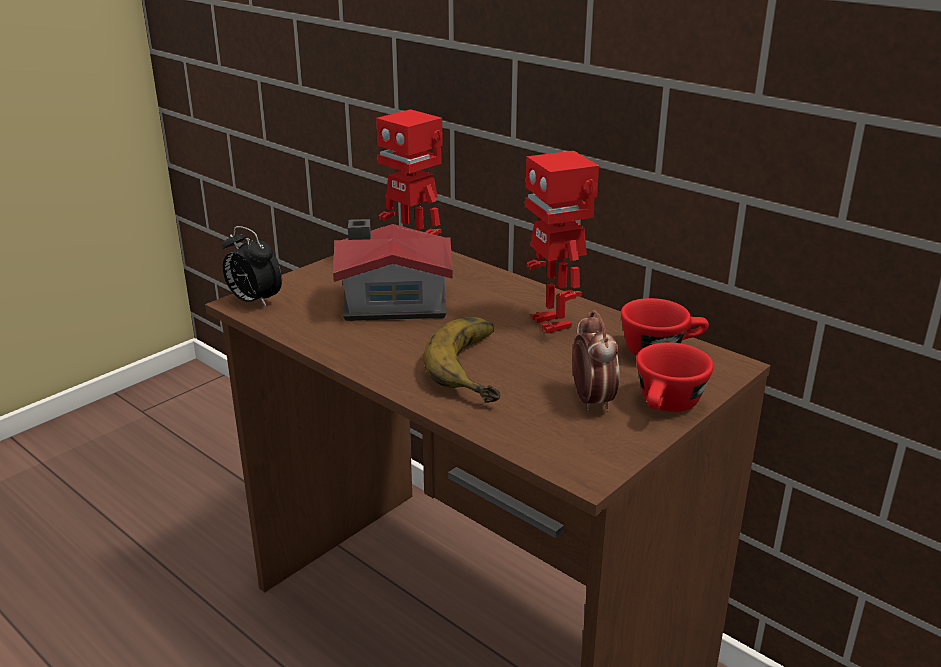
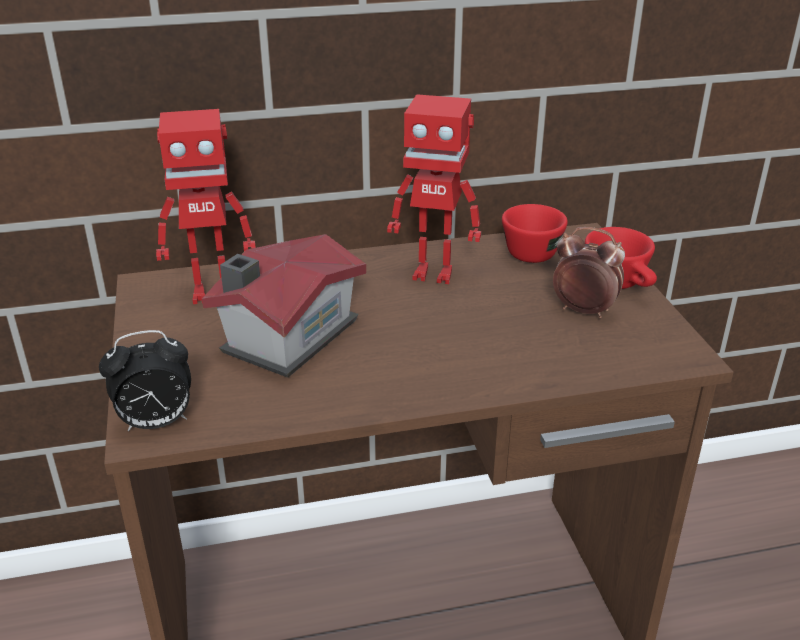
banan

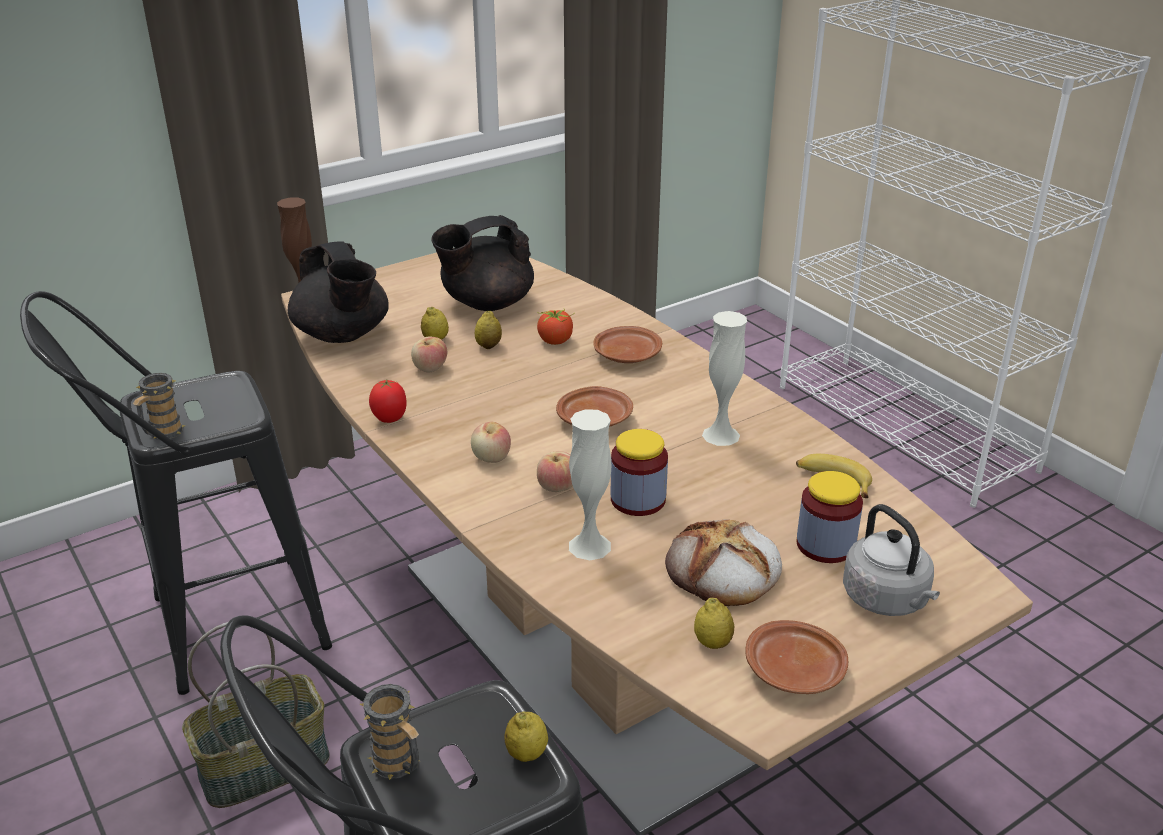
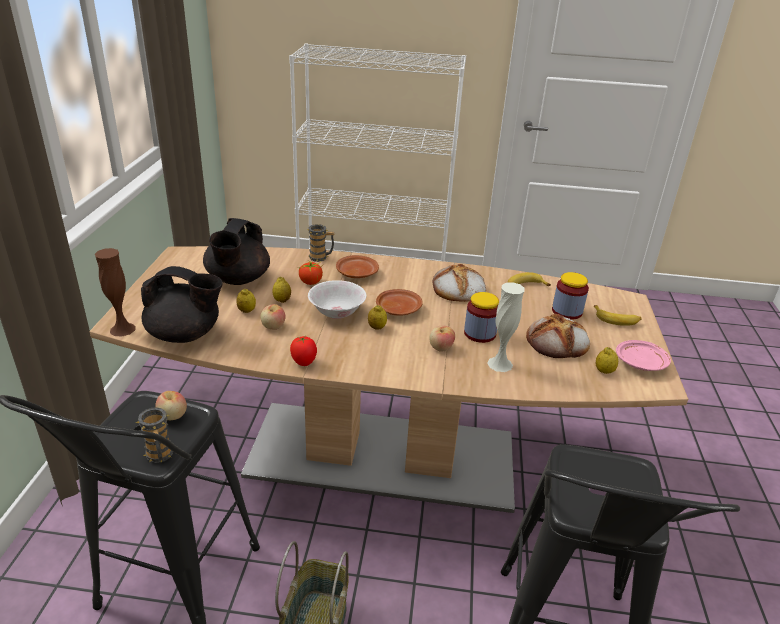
miska [biały]; kubek (2nd from left); jabłko (1st from left); cytryna (3rd from left); chleb (1st from left); banan (2nd from left); talerz [różowy]

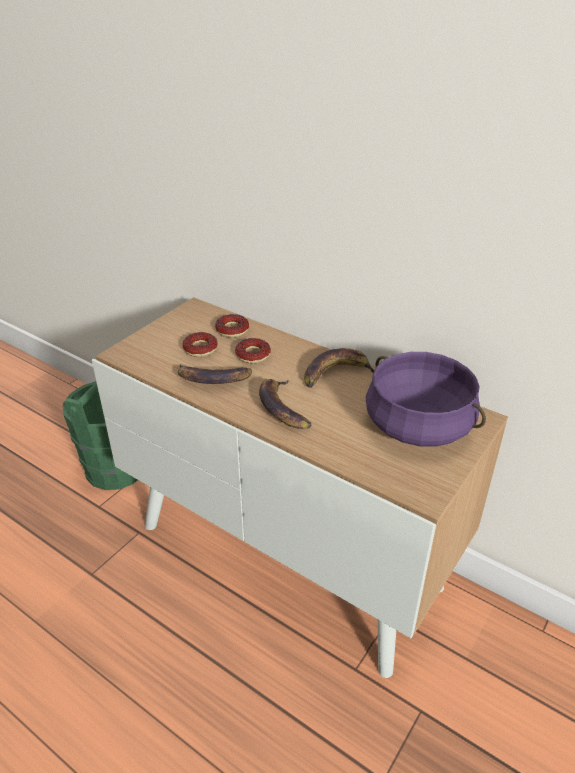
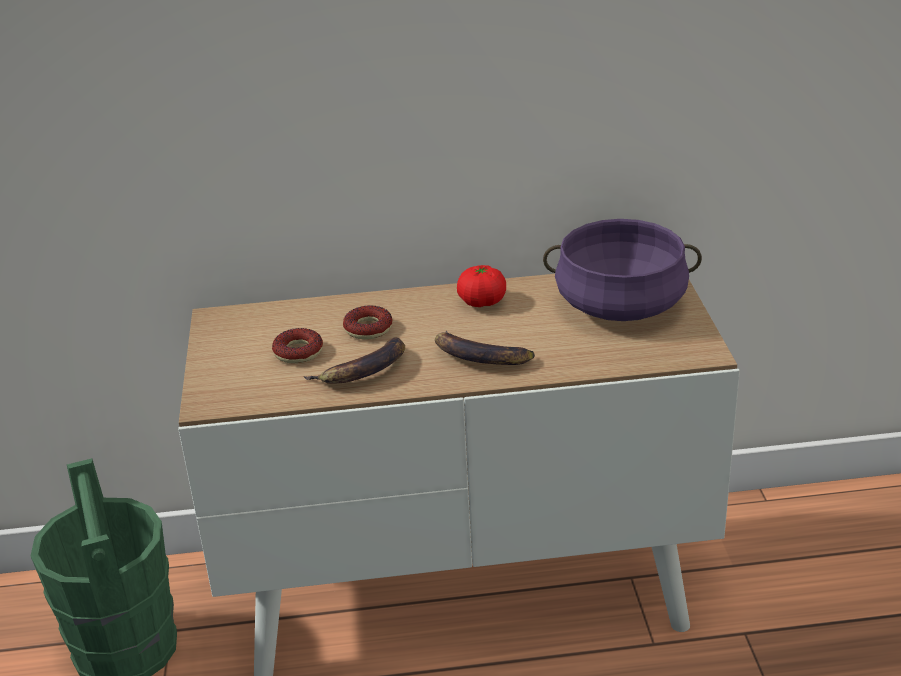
donut (2nd from left in the first image); pomidor

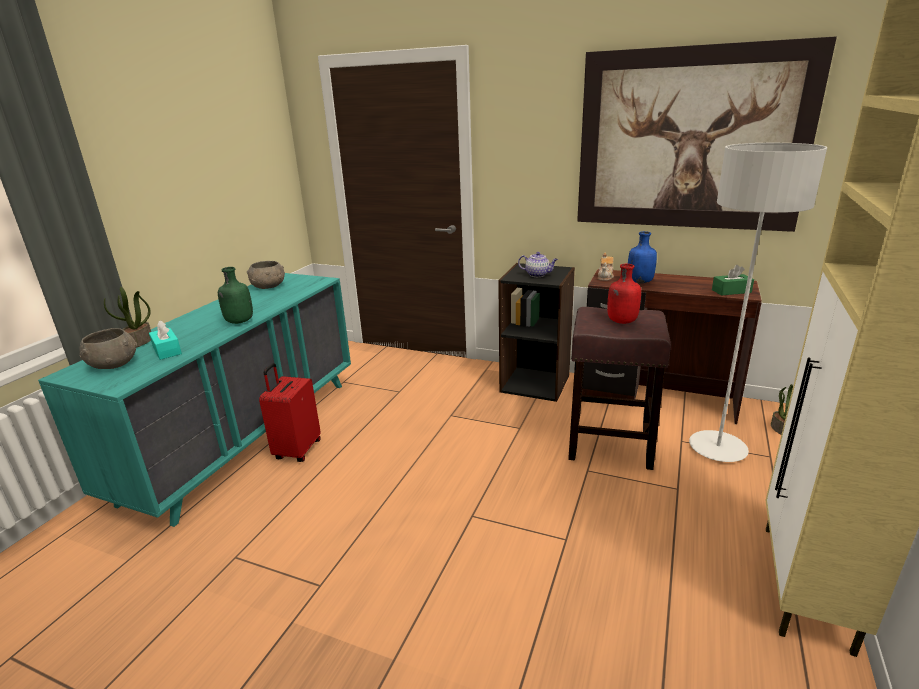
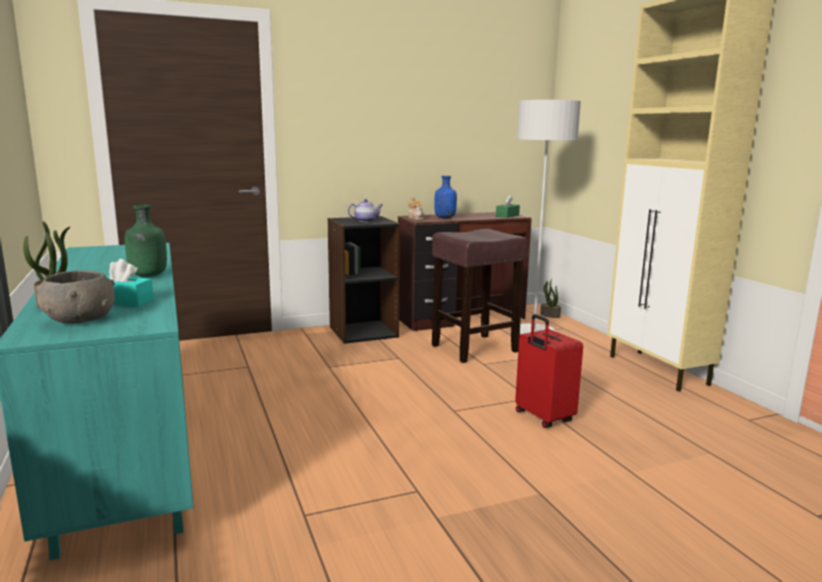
miska [szary] (2nd from left in the first image); obraz; butelka [czerwony]; walizka [czerwony]

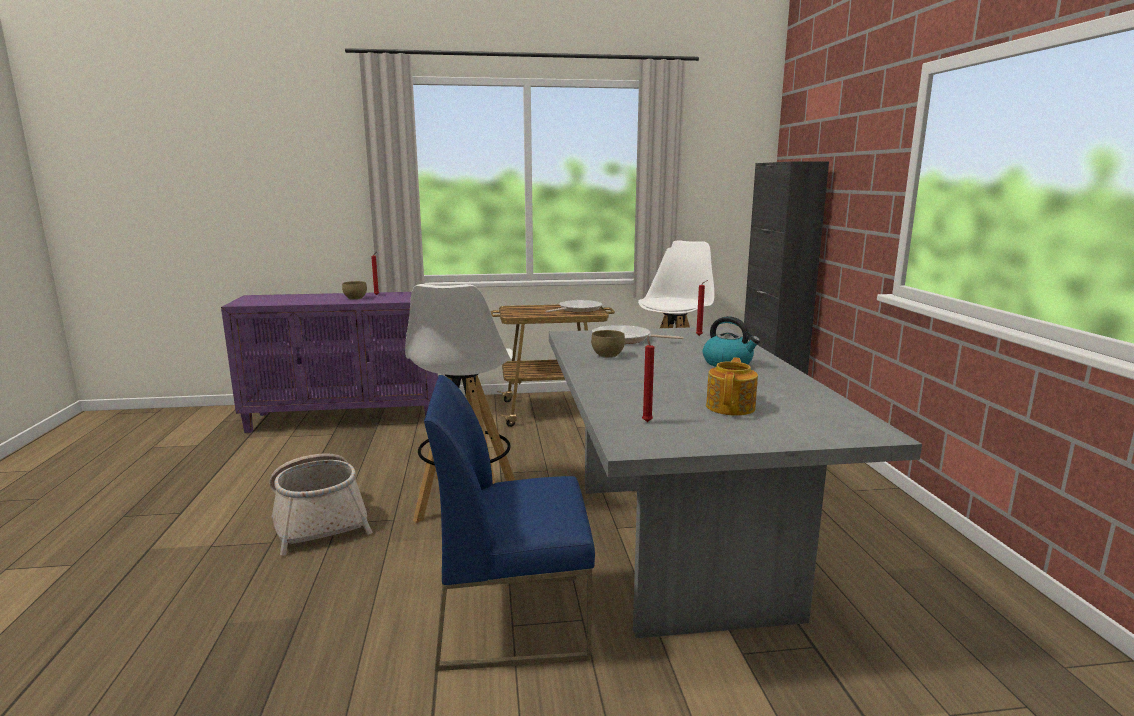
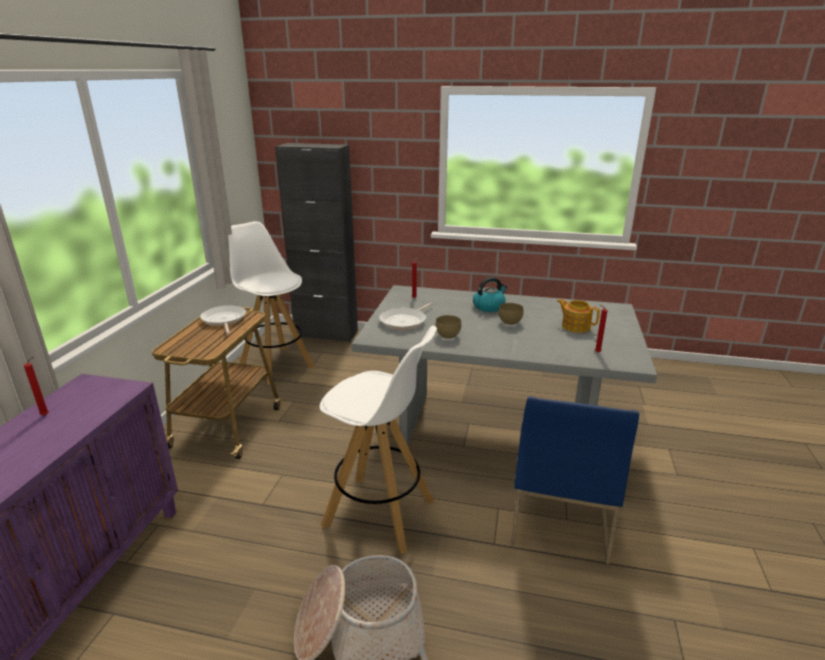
miska [brązowy] (2nd from left)

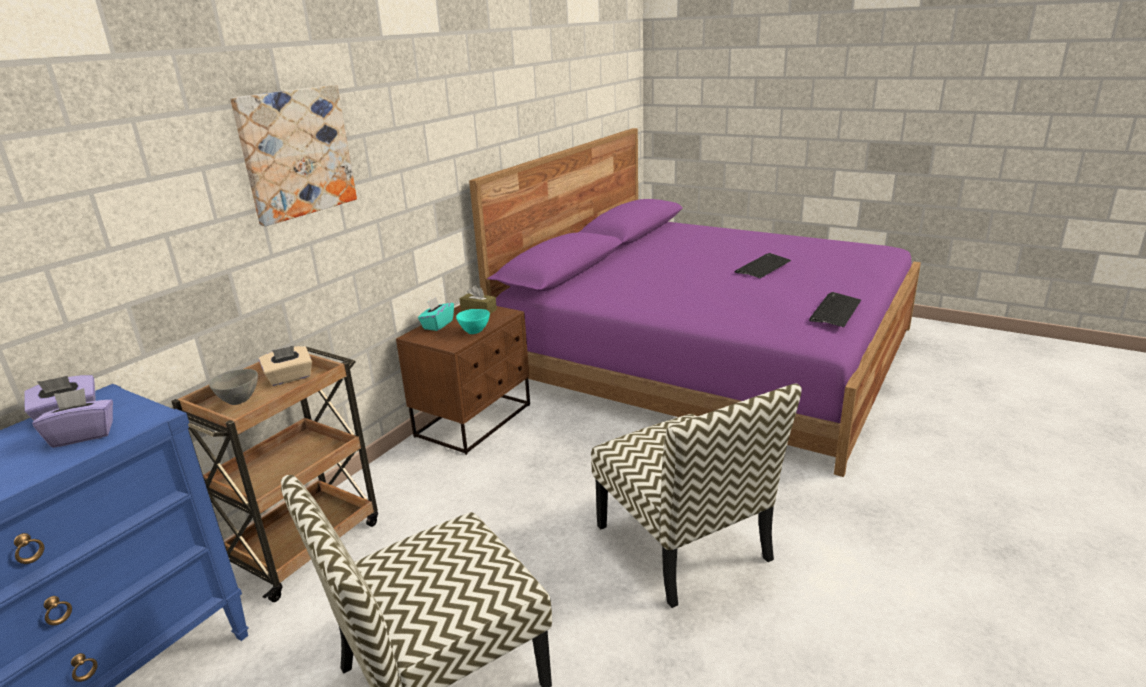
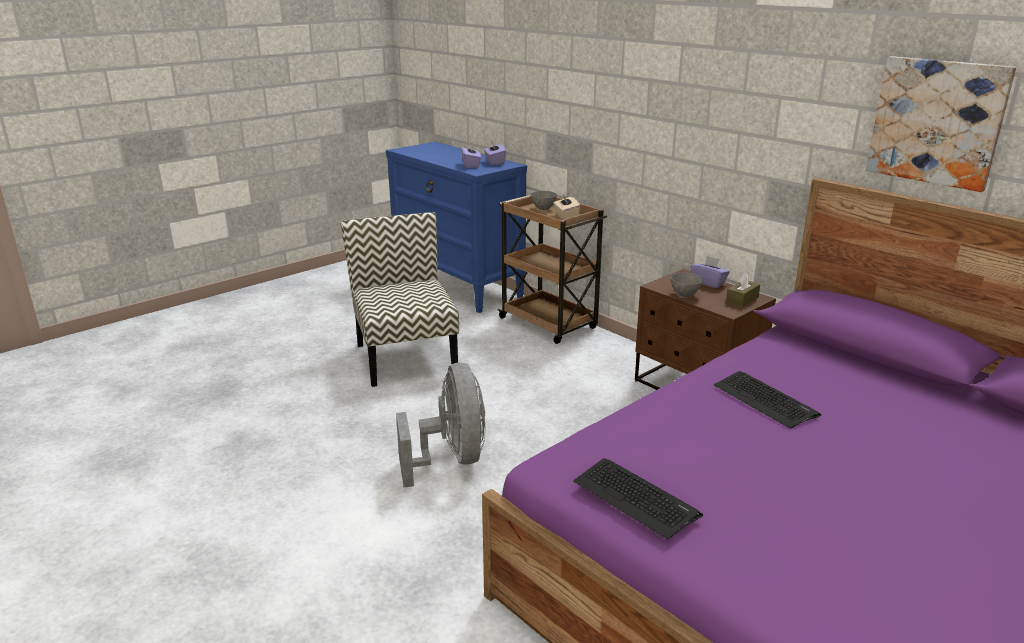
obraz; klawiatura (2nd from left); wentylator [szary]; pudełko chusteczek [fioletowy] (3rd from left); miska [szary] (2nd from left)

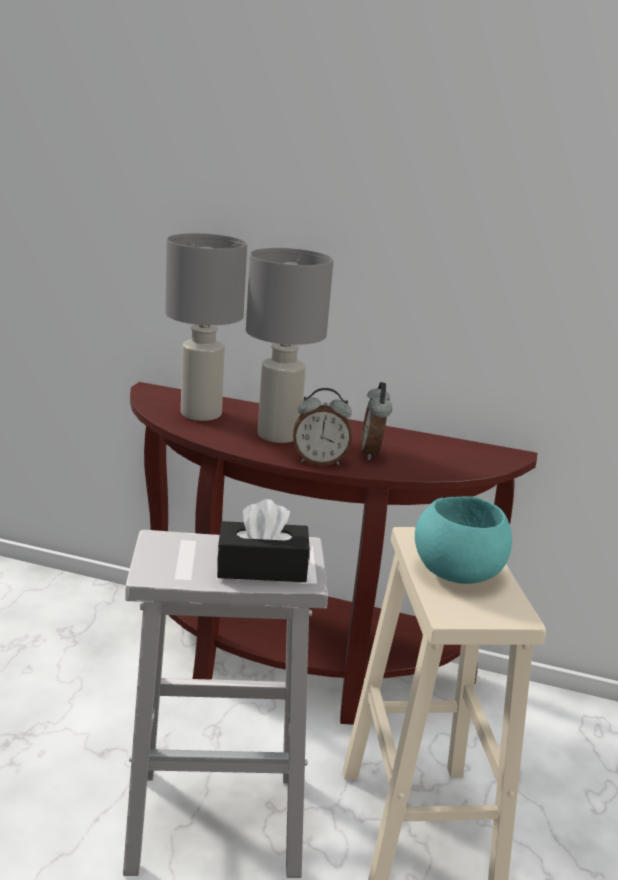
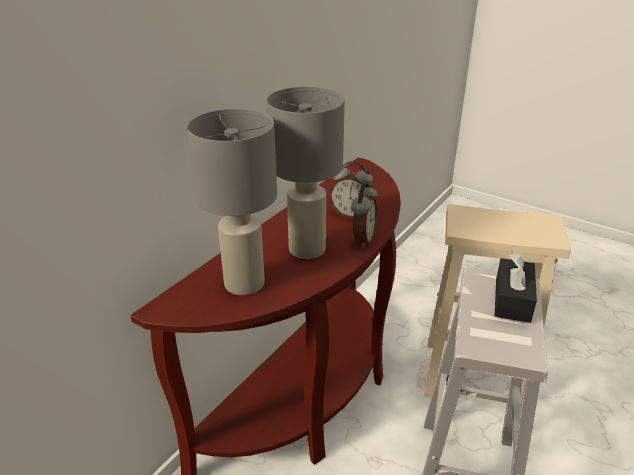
miska [turkusowy]

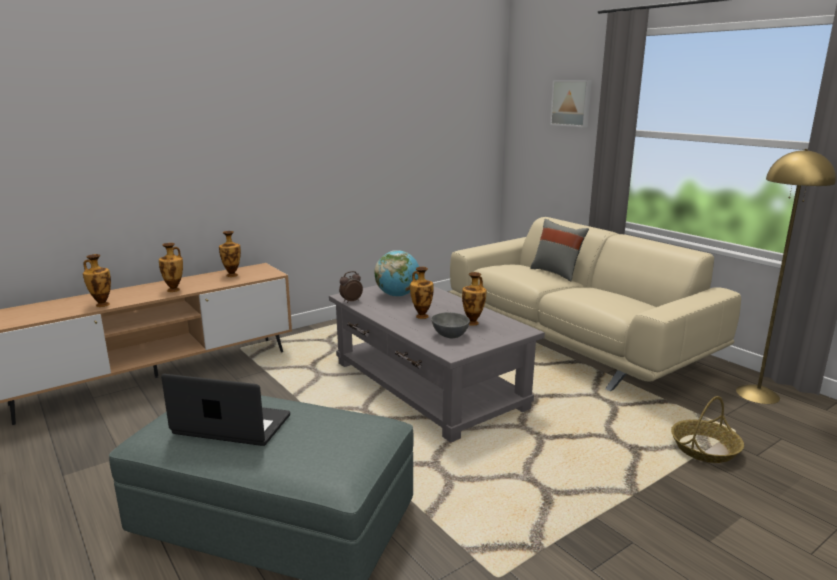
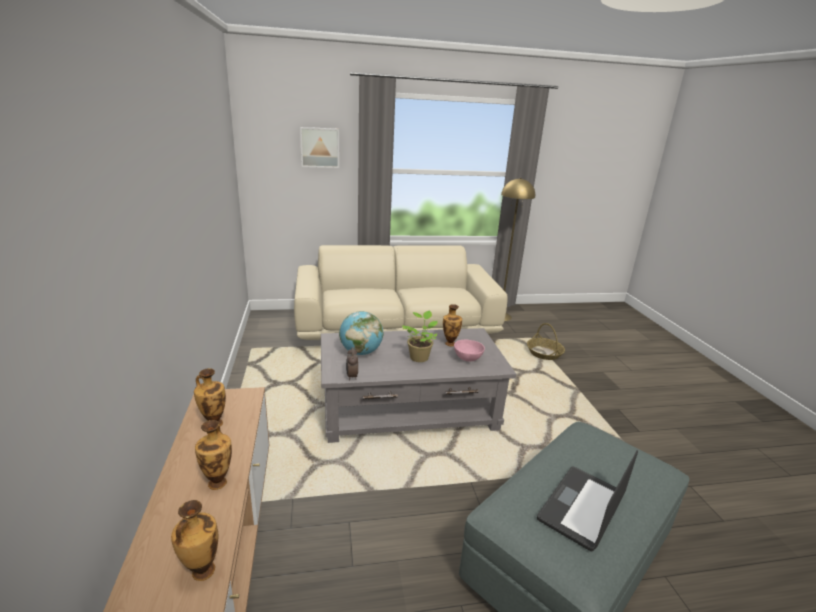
poduszka [szary]; roślina doniczkowa; miska [różowy]

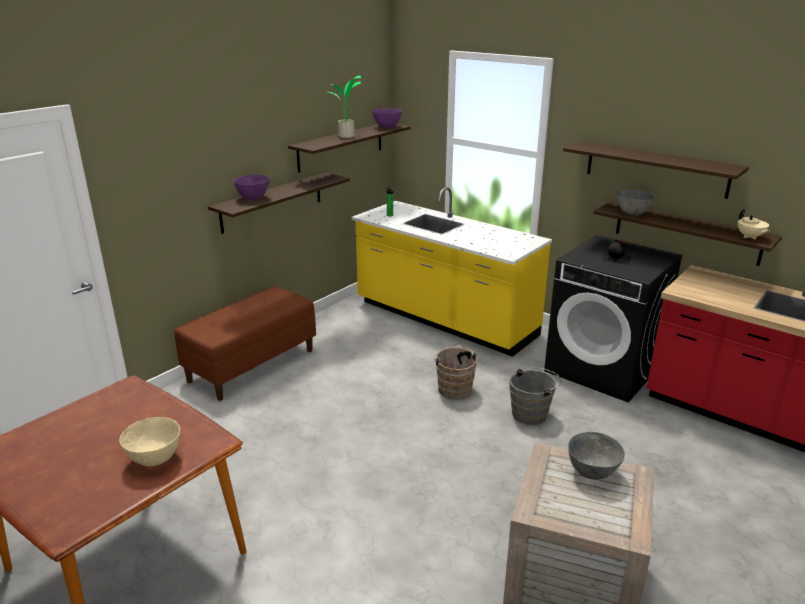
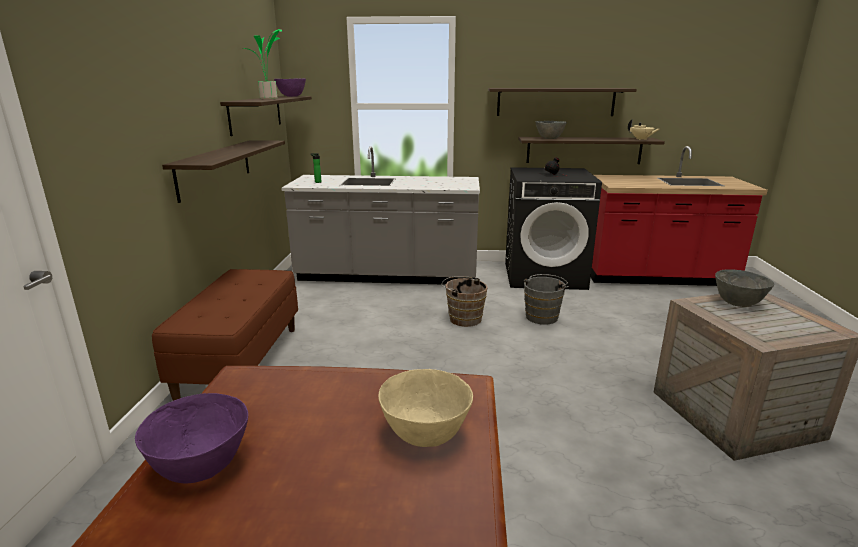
miska [fioletowy] (1st from left); zabudowa kuchenna [szary]

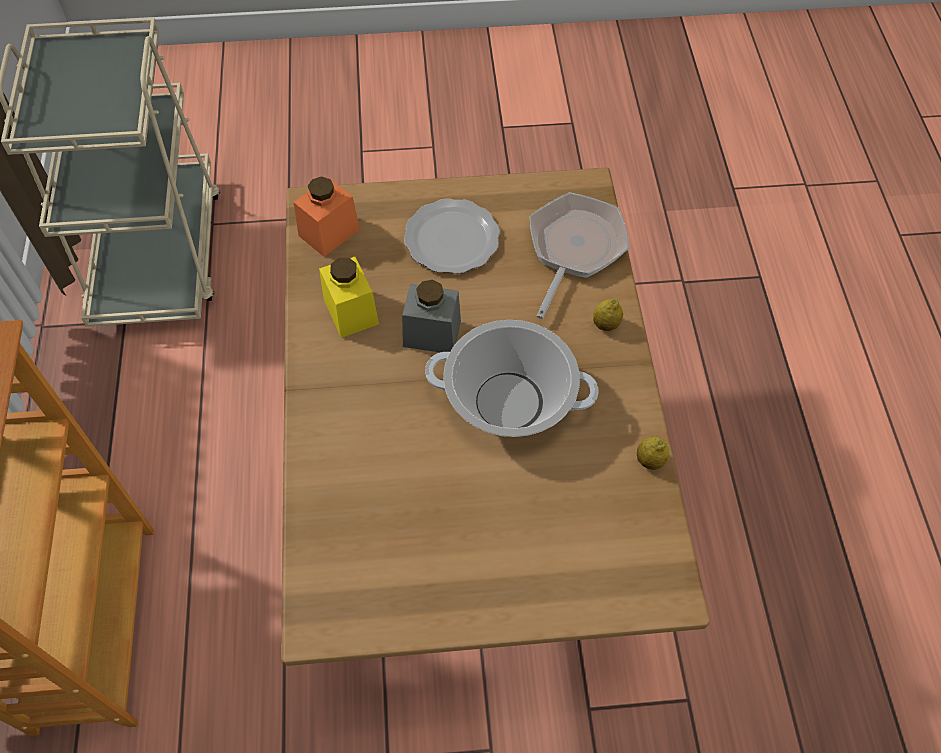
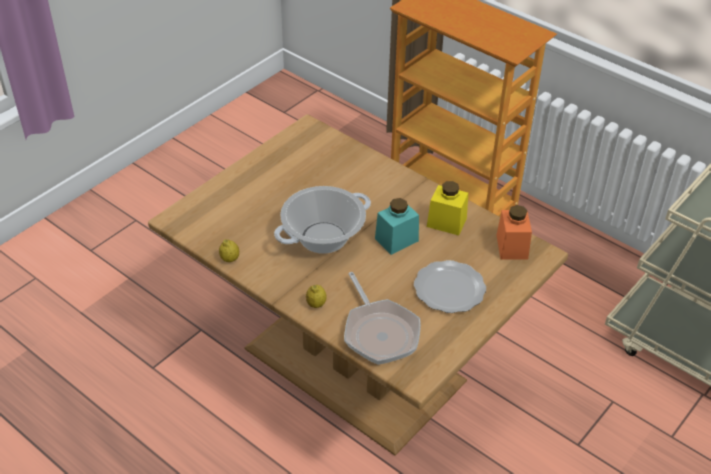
słoik [turkusowy]

